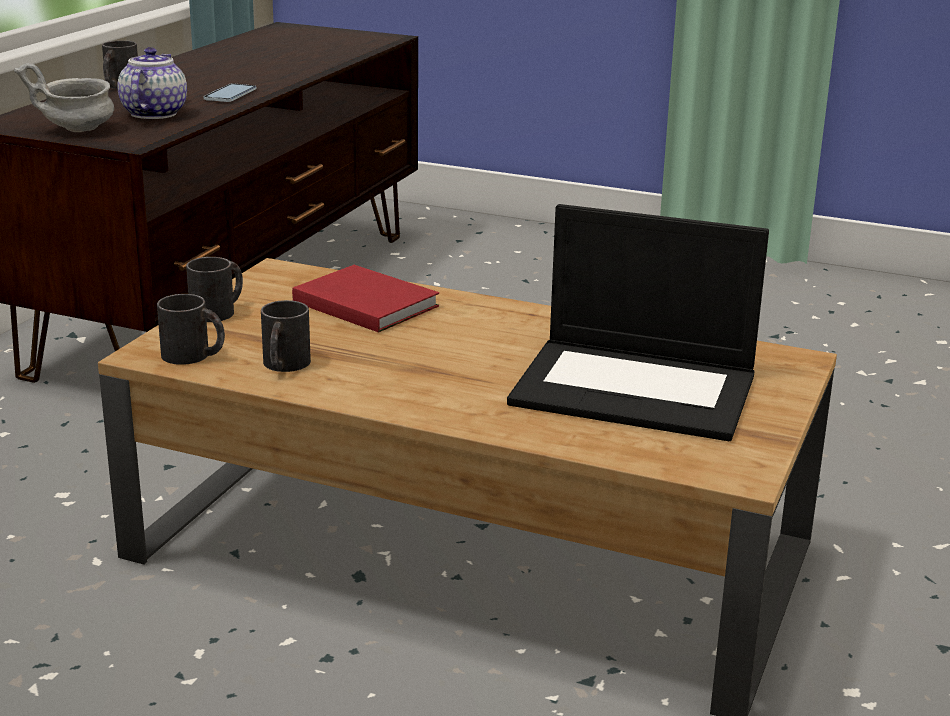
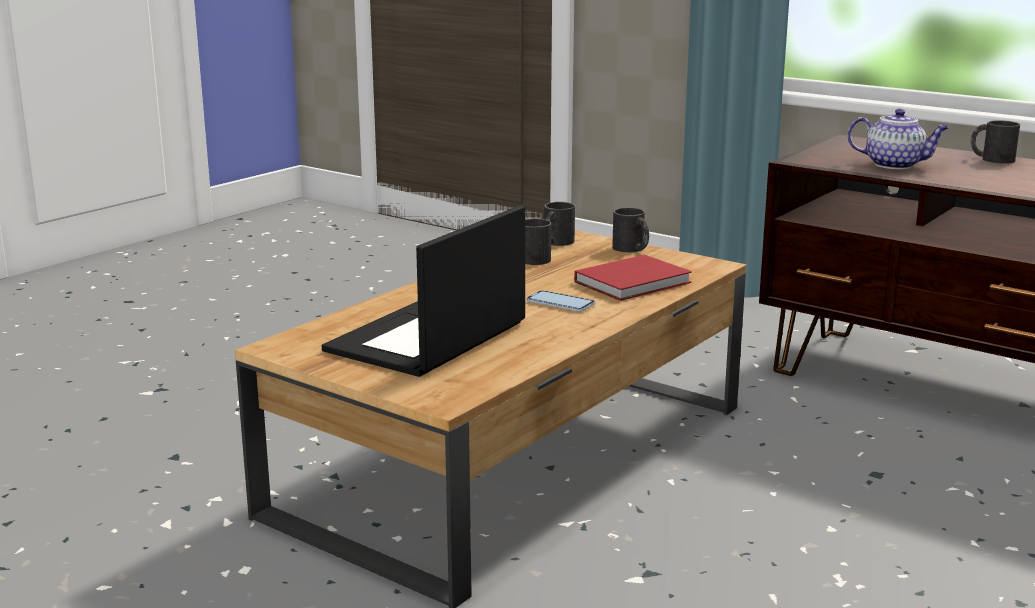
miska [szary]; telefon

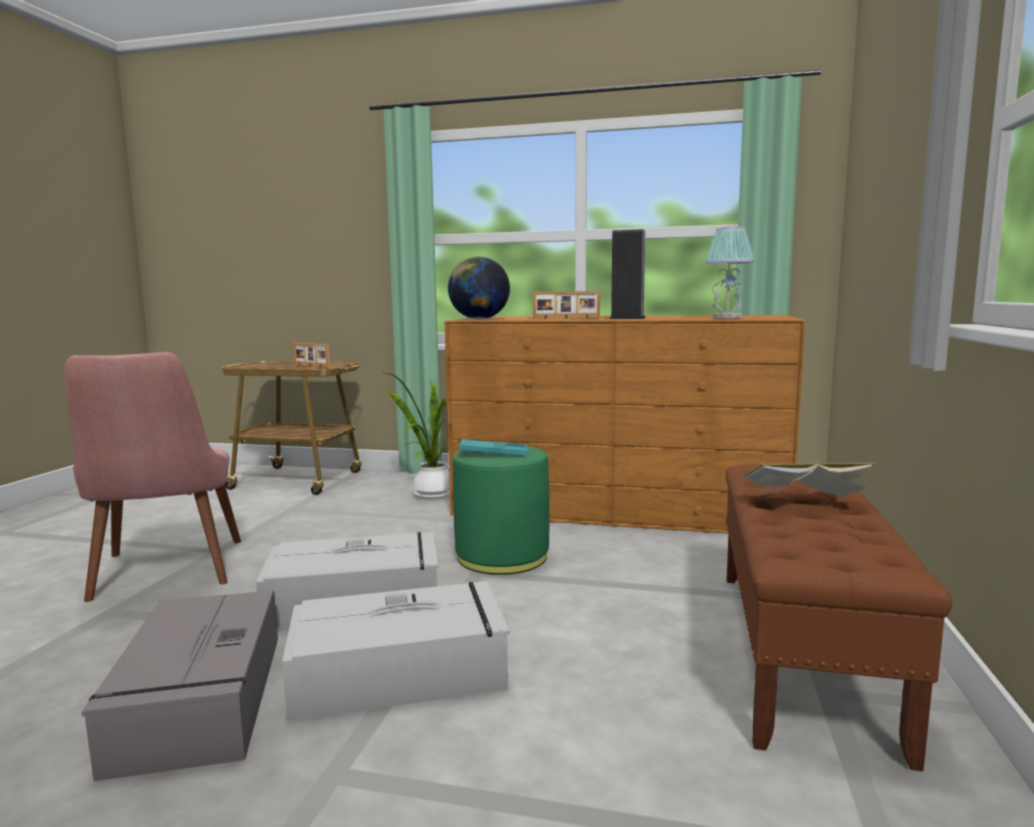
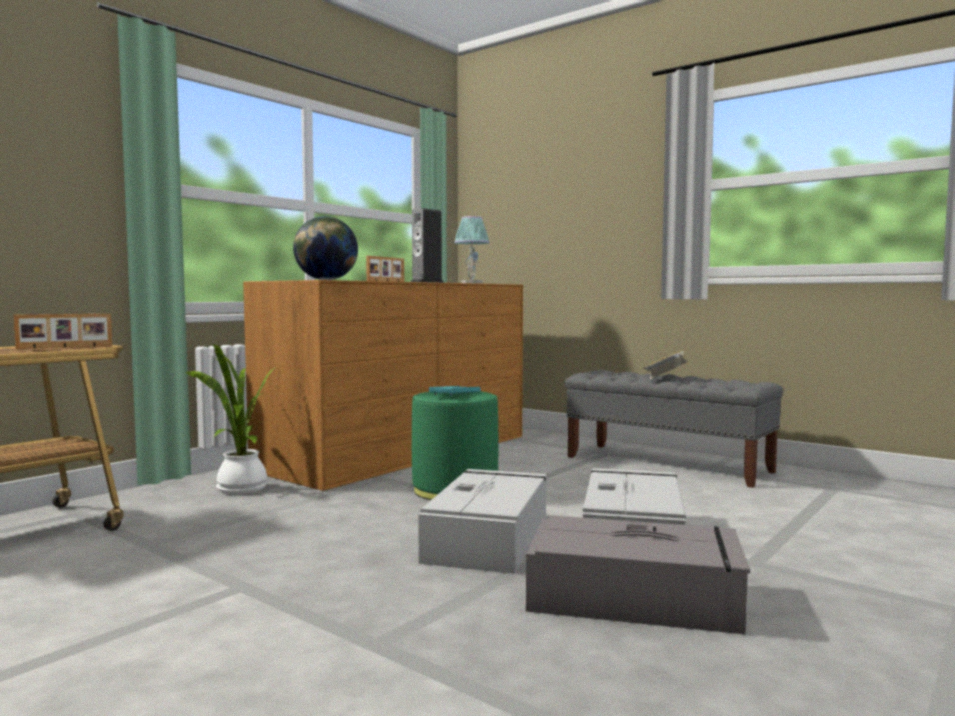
krzesło [różowy]; ławka [szary]

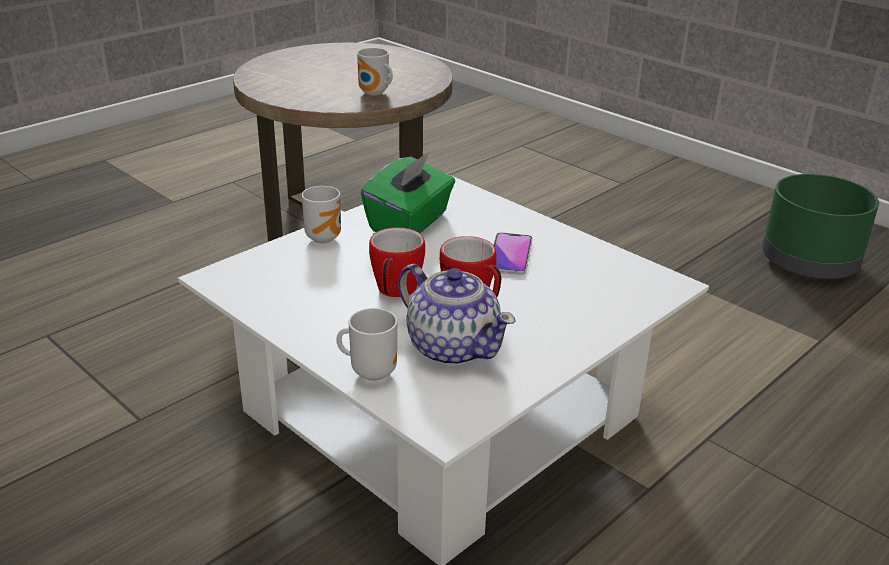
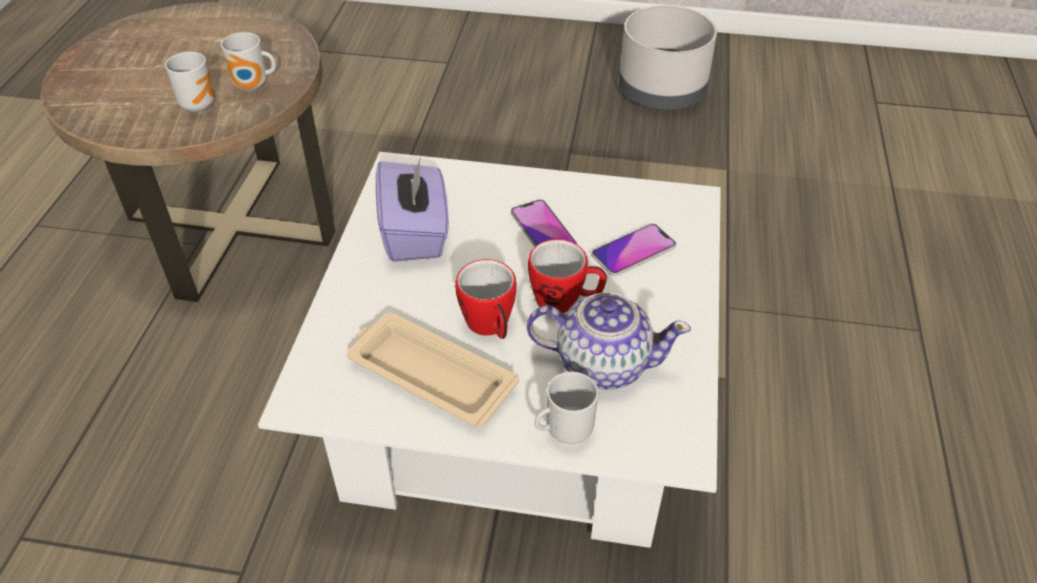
taca [beżowy]; telefon (2nd from left); kubek (1st from left); pudełko chusteczek [fioletowy]; donica [szary]

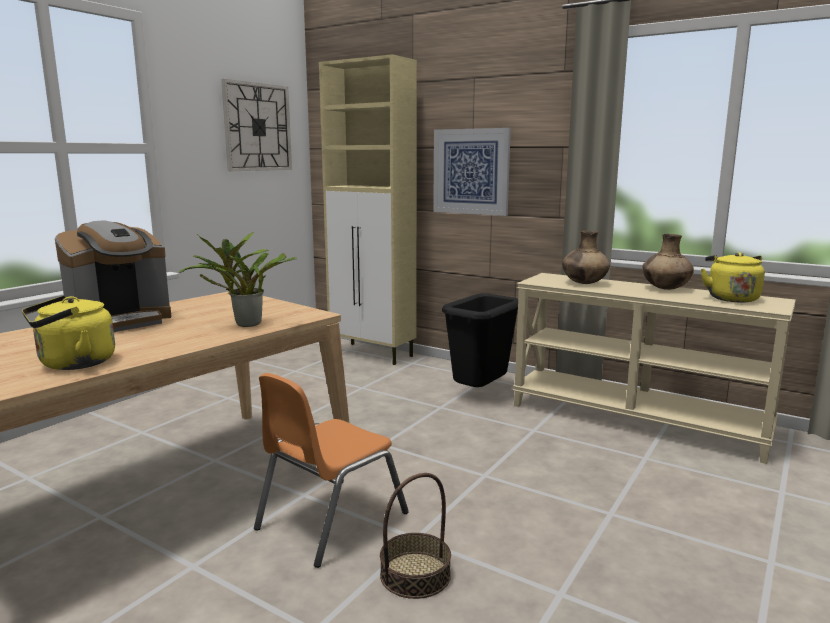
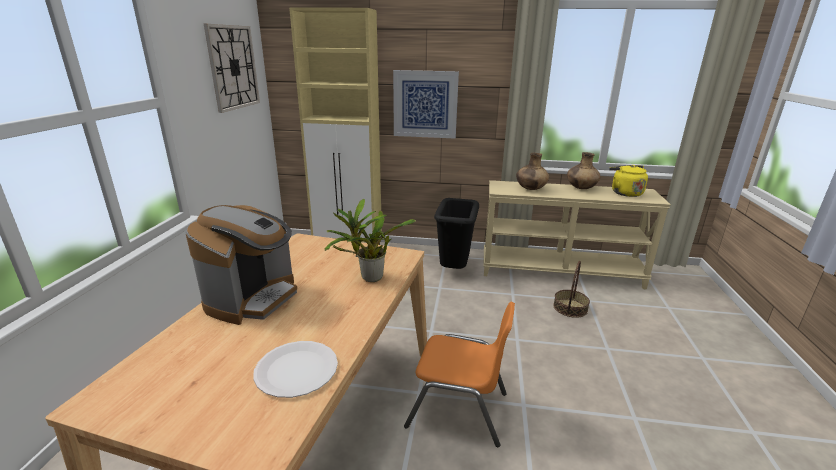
koszyk; talerz [biały]; krzesło [pomarańczowy]

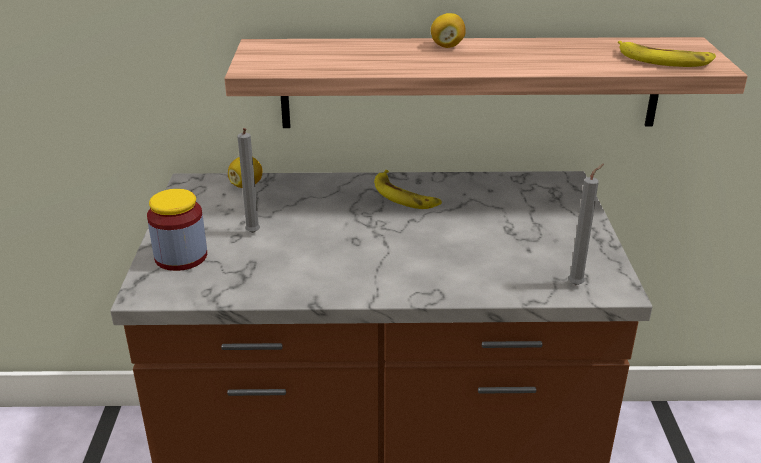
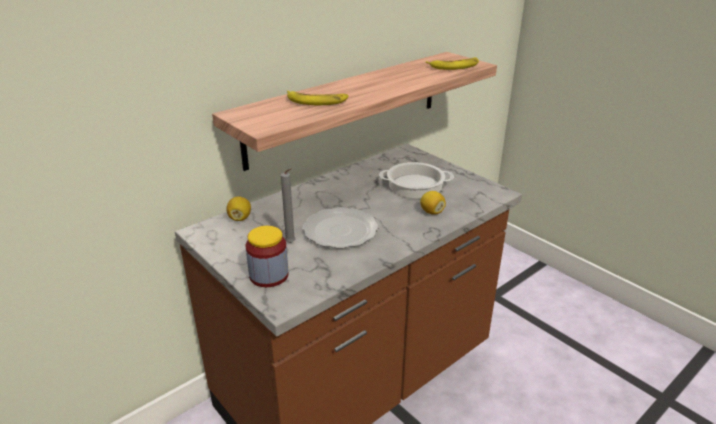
świeca [szary] (2nd from left in the first image); talerz; garnek; banan (1st from left); cytryna (2nd from left)

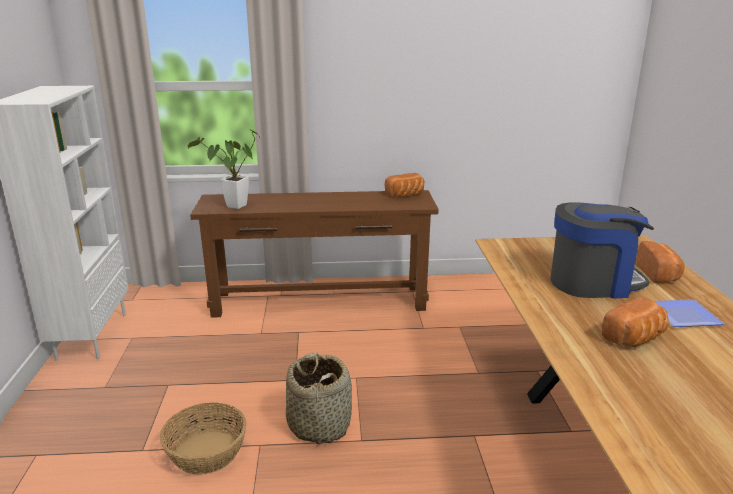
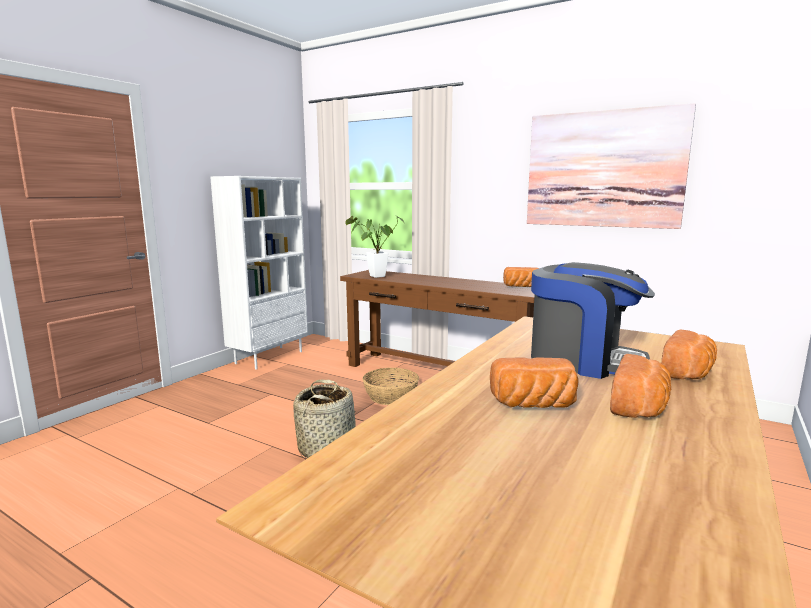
obraz; koszyk (2nd from left); chleb (3rd from left)

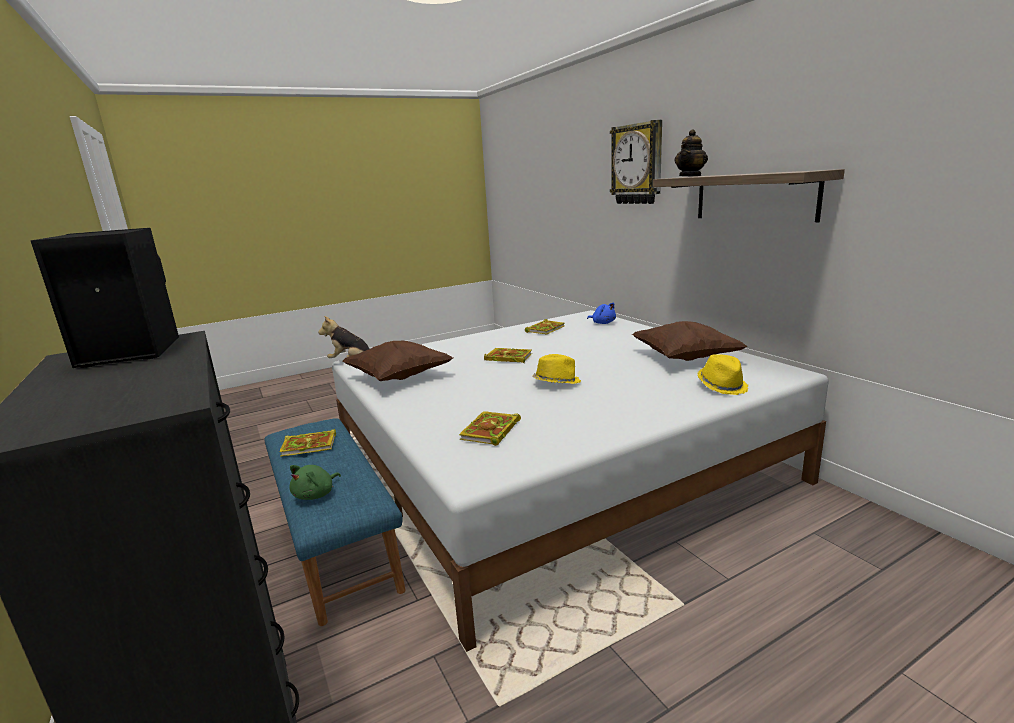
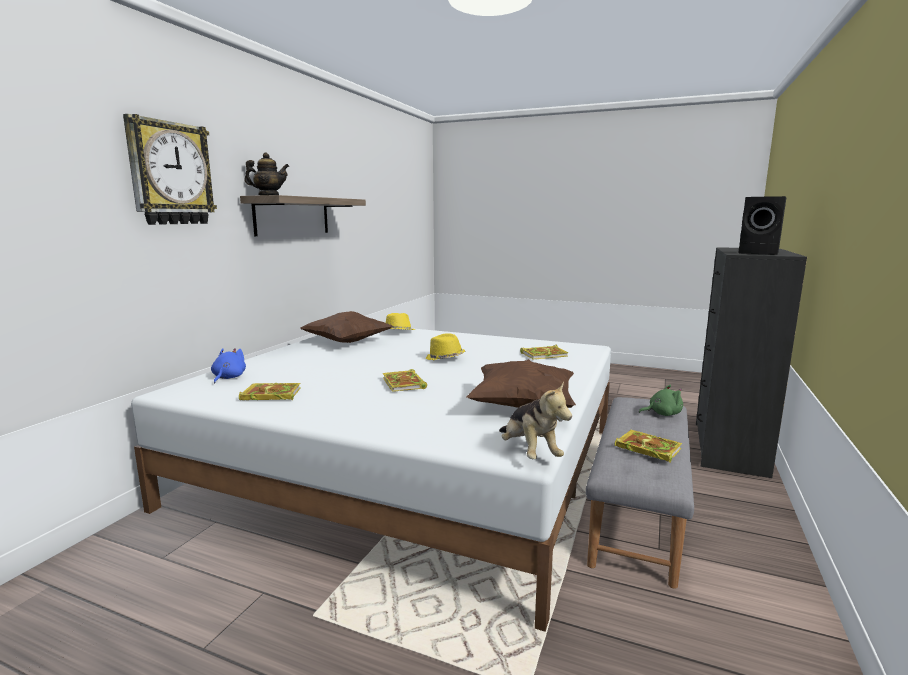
ławka [szary]

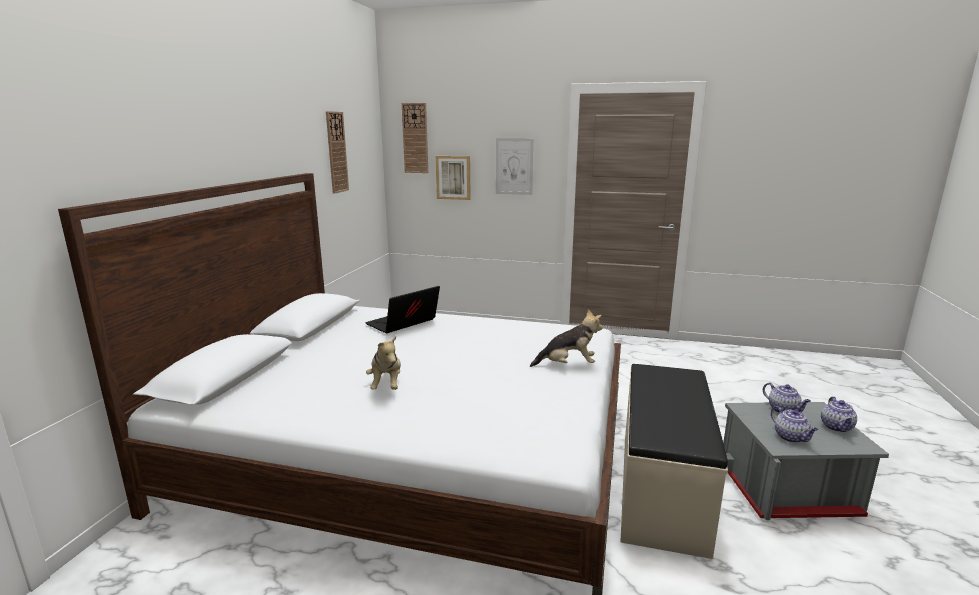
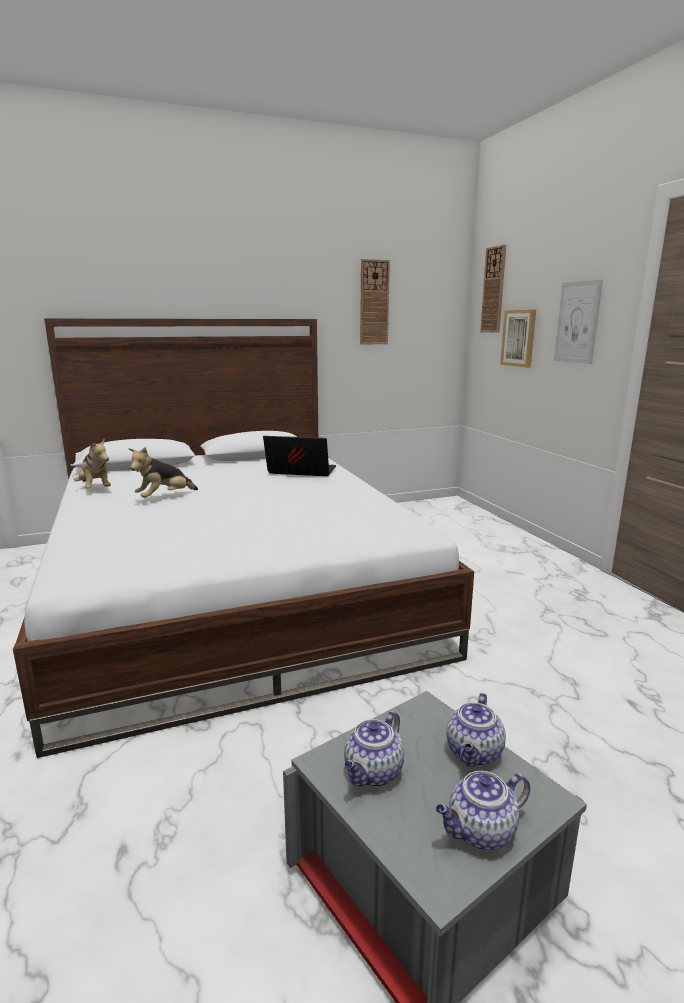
ławka [beżowy]; pluszak (1st from left)

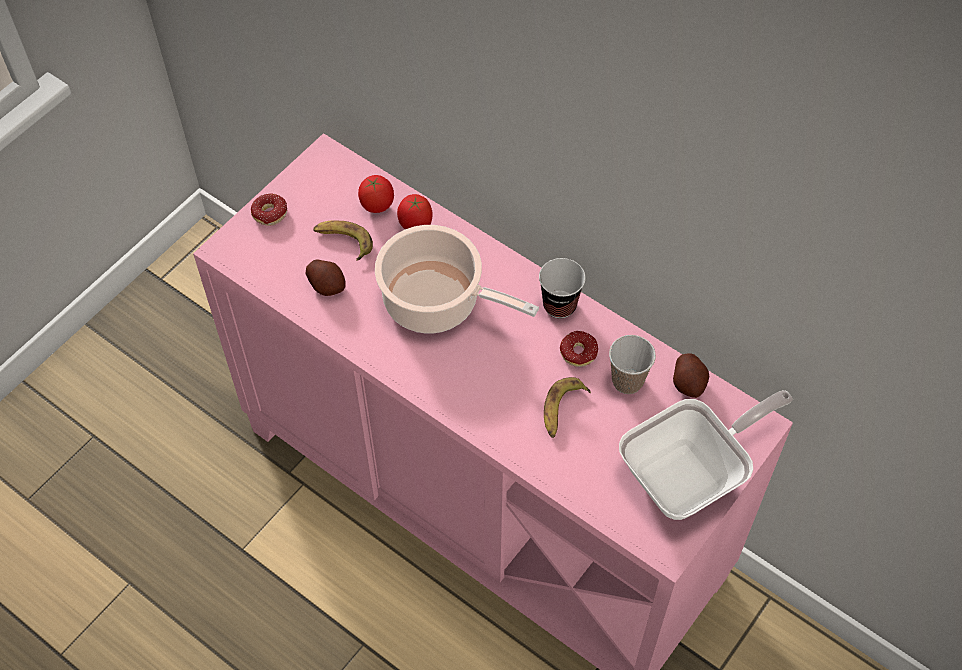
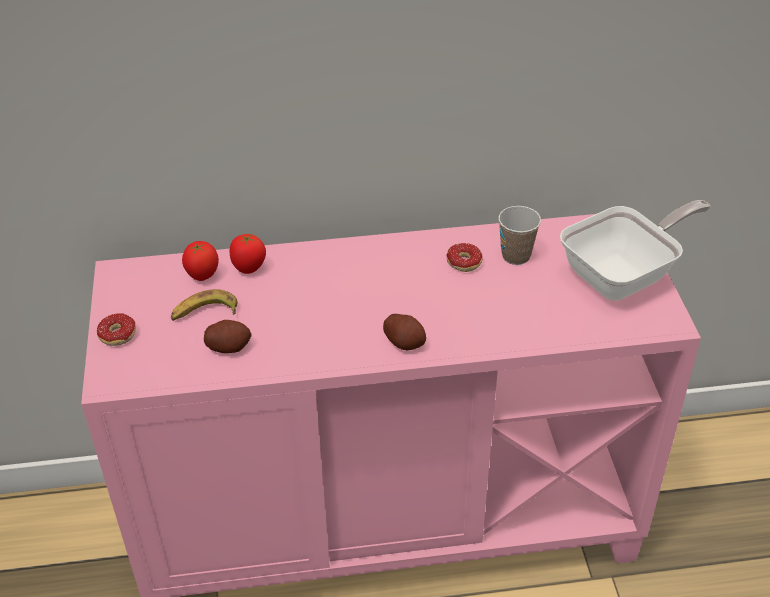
garnek; filiżanka (1st from left in the first image); banan (2nd from left in the first image); ziemniak (2nd from left); patelnia

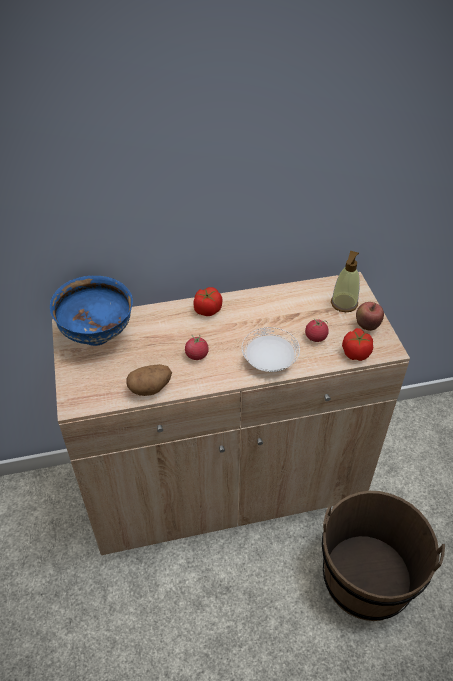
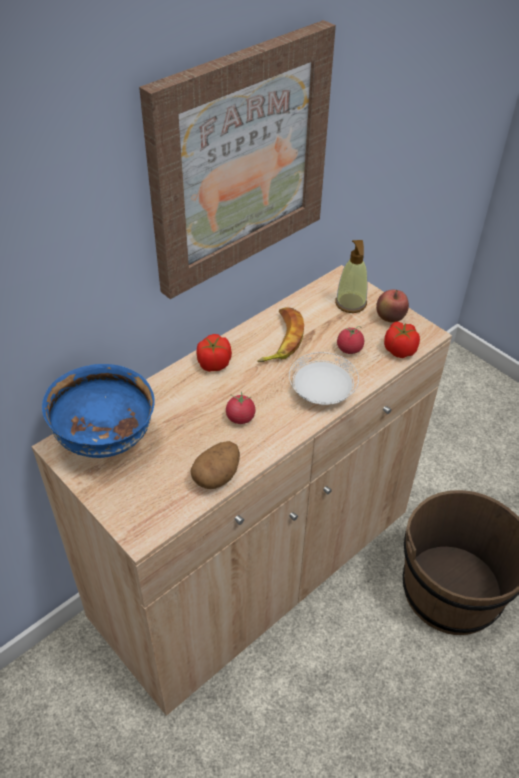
obraz; banan

